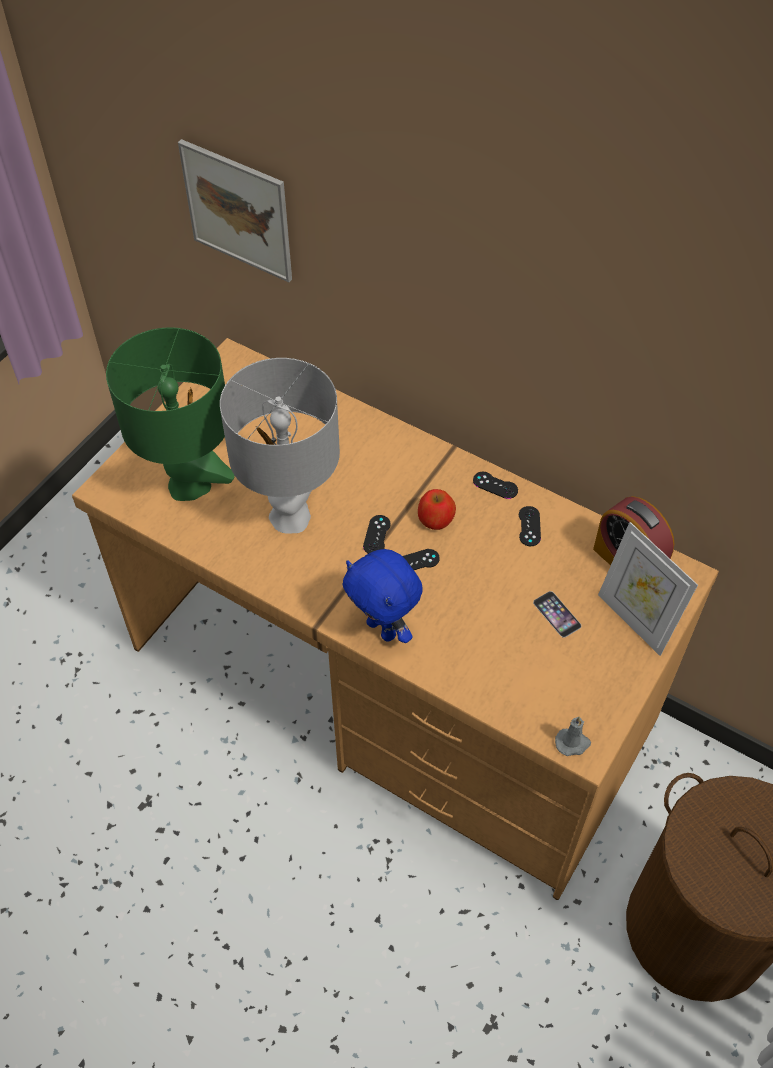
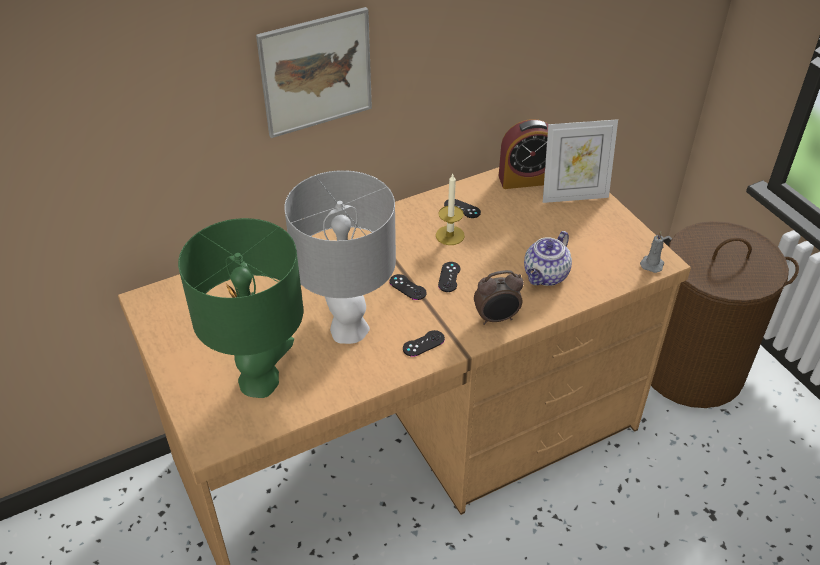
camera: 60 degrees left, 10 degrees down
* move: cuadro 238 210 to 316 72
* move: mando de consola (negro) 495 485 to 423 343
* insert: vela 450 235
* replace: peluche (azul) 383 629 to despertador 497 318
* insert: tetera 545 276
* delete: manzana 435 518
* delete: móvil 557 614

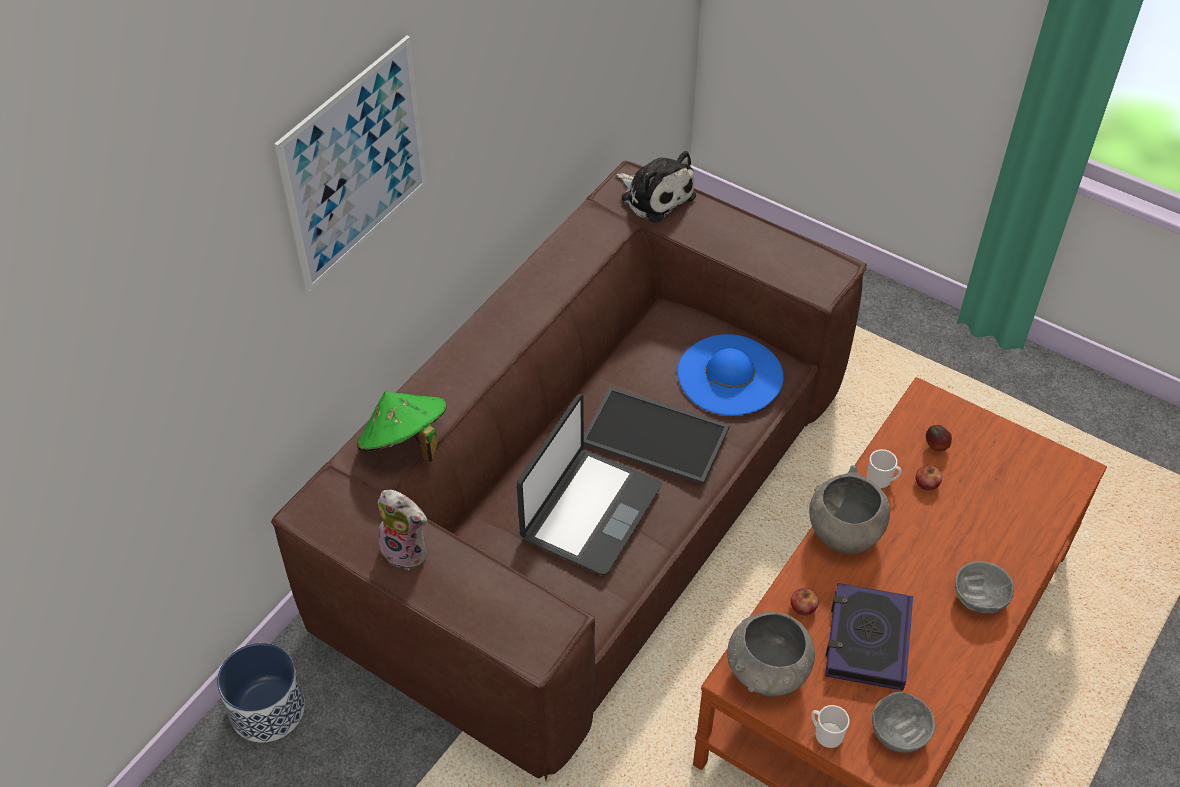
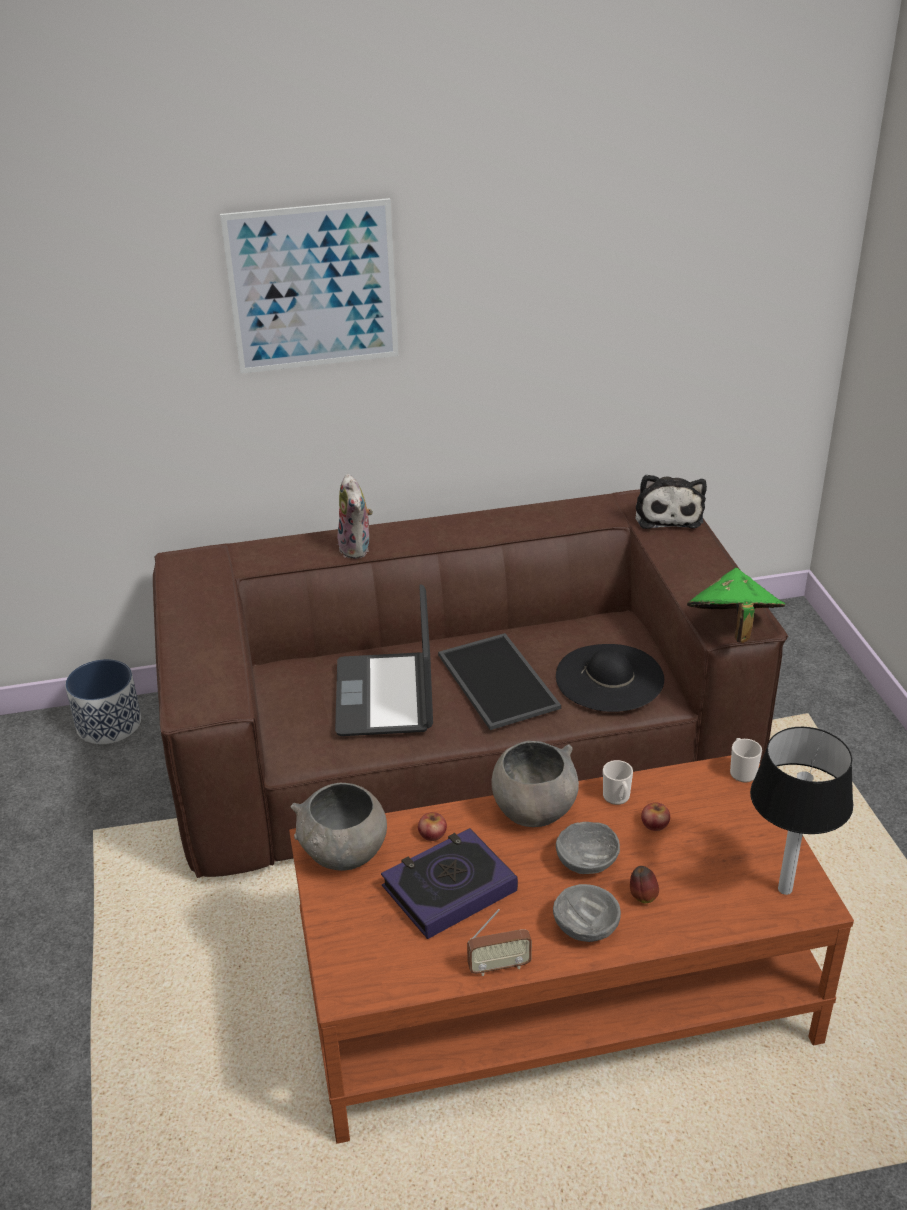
camera: 45 degrees right, 15 degrees down
* rotate: portátil 589 512 = 386 696 105 degrees clockwise
* move: peluche 407 550 to 357 548
* insert: radio 499 966
* recolor: sombrero (azul) 730 374 to sombrero (negro) 610 677
* move: cuenco (gris) 899 732 to 587 862
* move: manzana 935 447 to 642 897
* move: sombrero (verde) 405 444 to 732 629
* move: taza grande 825 734 to 741 771
* insert: lámpara de mesa 786 889

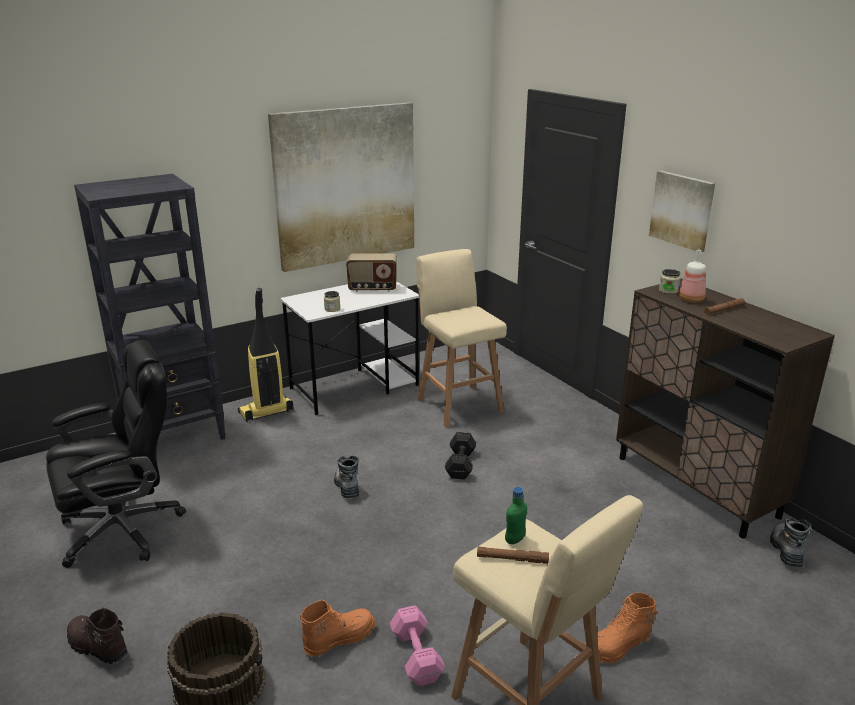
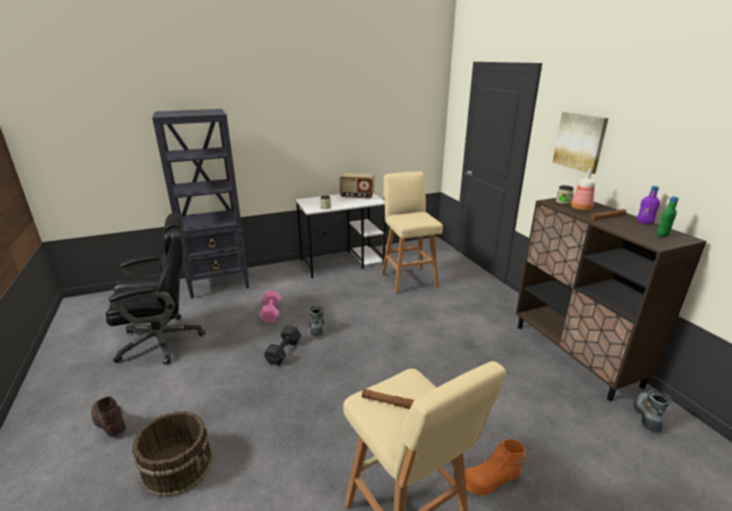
camera: 10 degrees right, 0 degrees up
* move: mancuerna (rosa) 416 657 to 270 313
* move: mancuerna (negro) 461 464 to 284 351
* insert: botella (morado) 644 222
* move: botella (verde) 515 540 to 662 236
* delete: aspiradora 266 412
* delete: cuadro 345 185
* delete: bota (naranja) 339 638

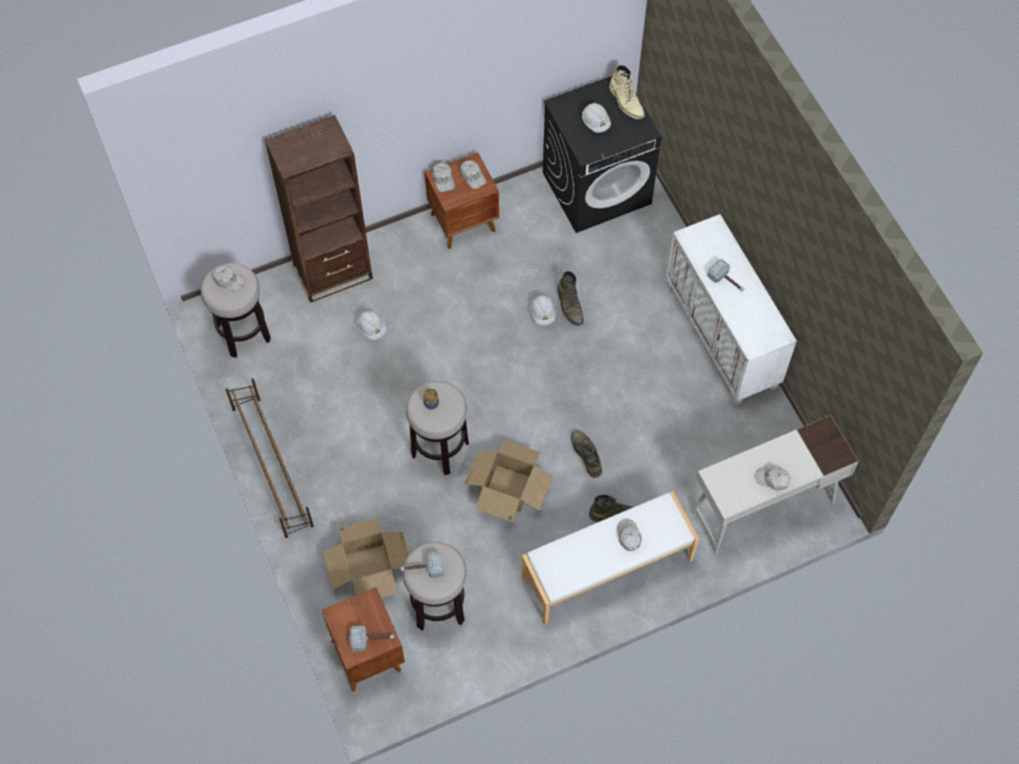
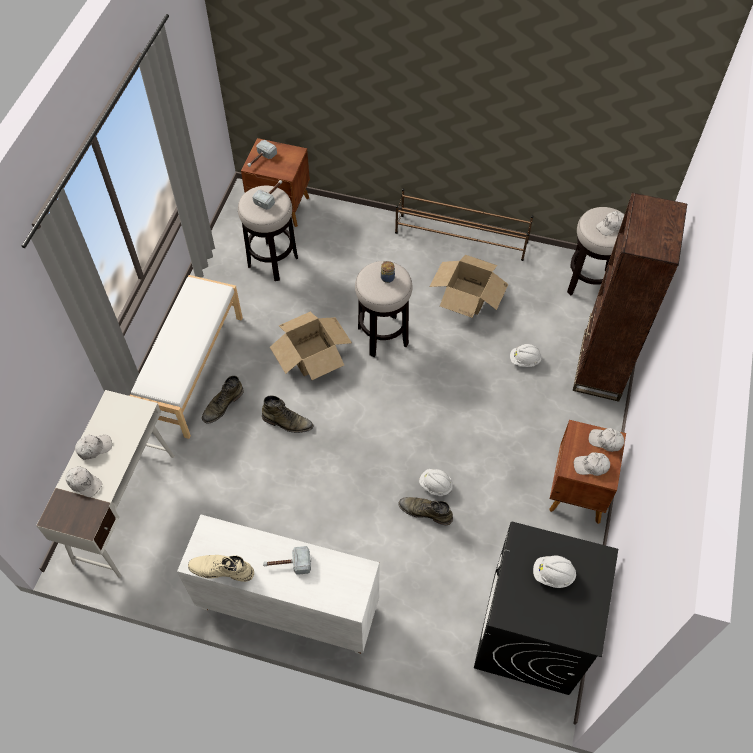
camera: 130 degrees right, 5 degrees down
* move: gorra (blanco) 628 536 to 84 483
* move: bota (beis) 626 101 to 221 570
* move: caja de cartón 369 567 to 467 296

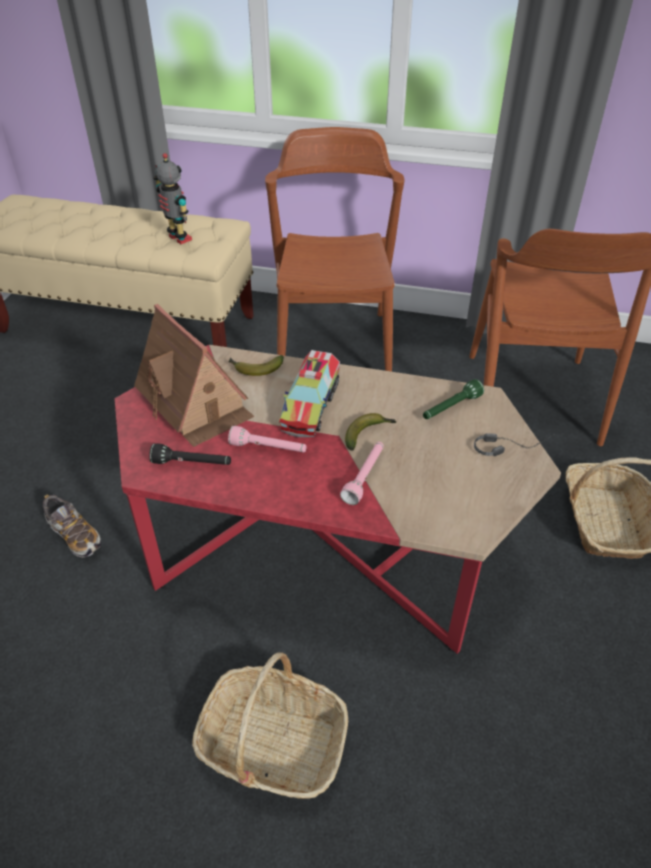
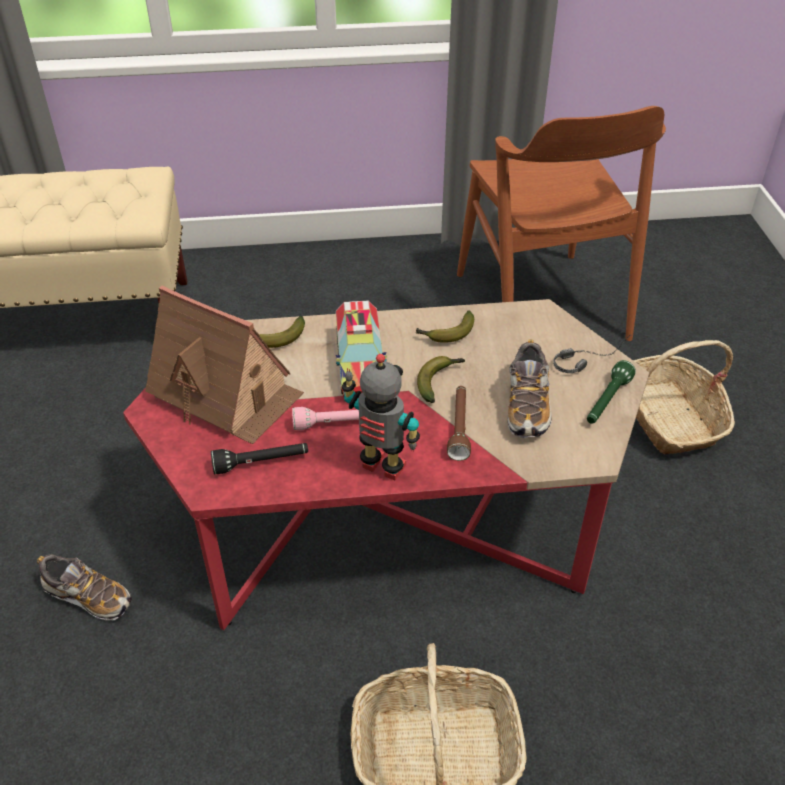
camera: 20 degrees left, 0 degrees up
* move: robot de juguete 178 239 to 382 469
* insert: plátano 446 334
* recolor: linterna (rosa) 364 477 to linterna (marrón) 459 427
* insert: zapato 527 406
* move: linterna (verde) 450 408 to 606 402
* delete: silla (marrón) 333 347

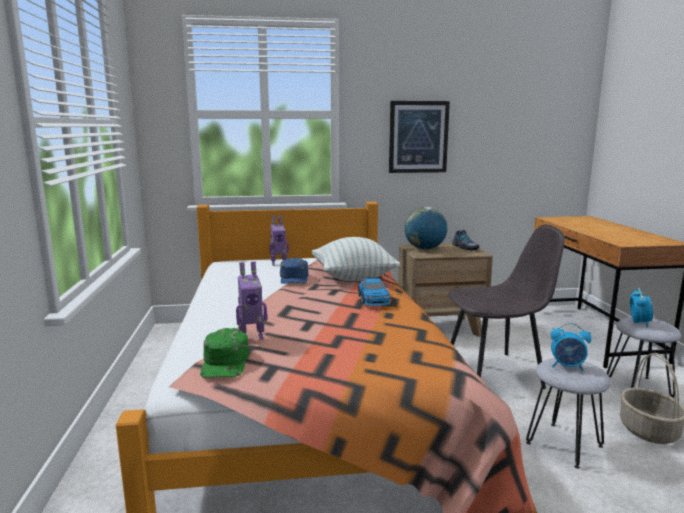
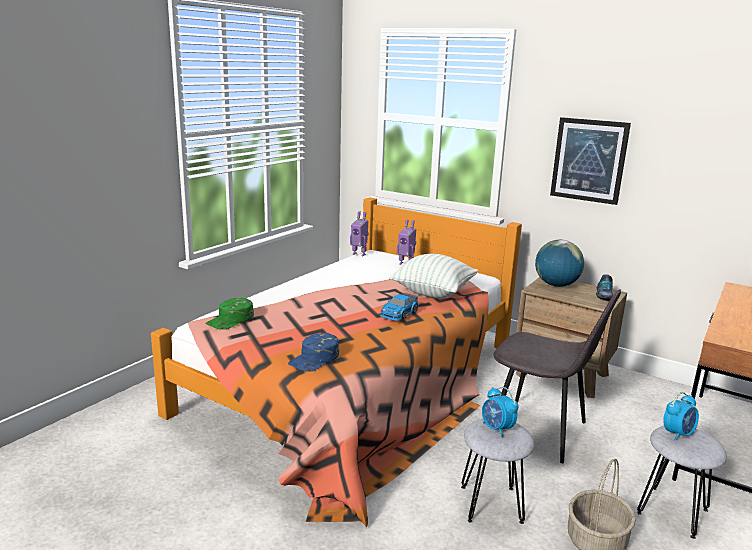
camera: 40 degrees right, 5 degrees up
* move: gorra (azul) 294 278 to 315 359
* move: robot de juguete 251 336 to 359 254

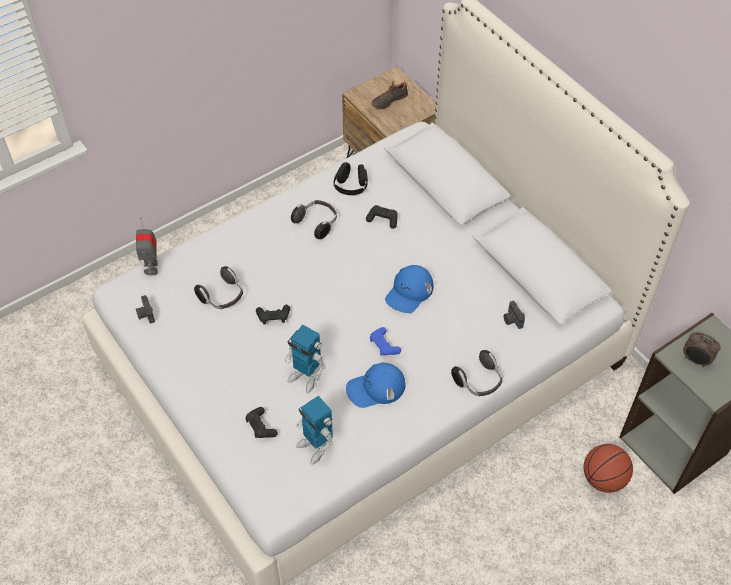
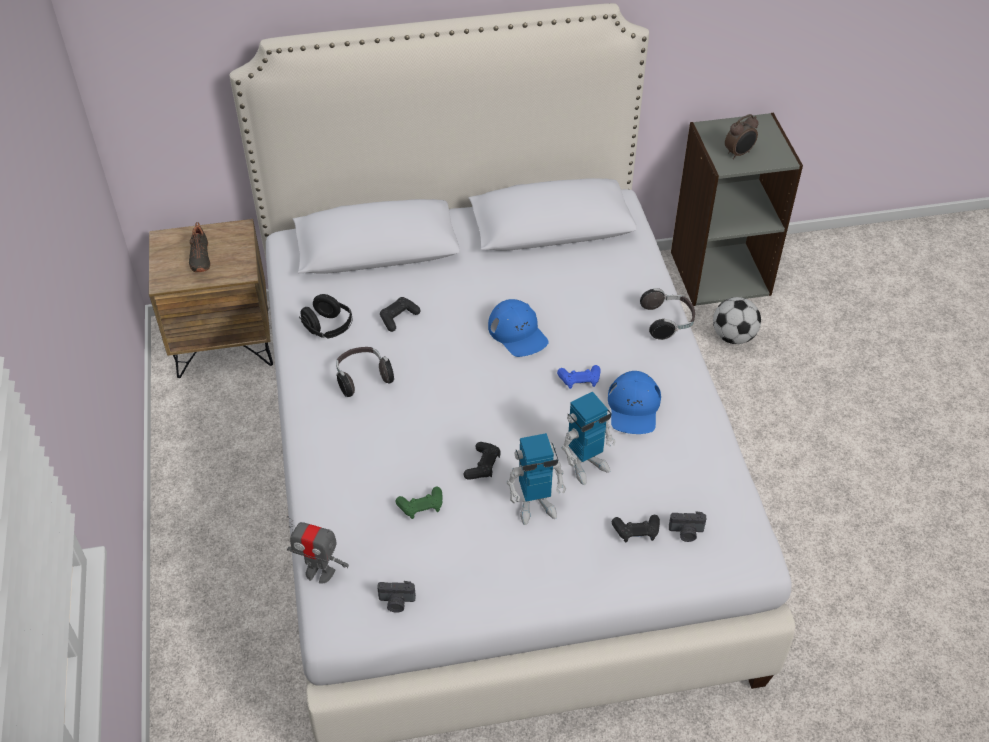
camera: 65 degrees left, 5 degrees down
* replace: auriculares 222 297 to mando de consola (verde) 421 506
* move: robot de juguete 315 447 to 535 506
* move: cámara 512 320 to 686 533
* replace: balón de baloncesto 603 478 to balón de fútbol 733 336

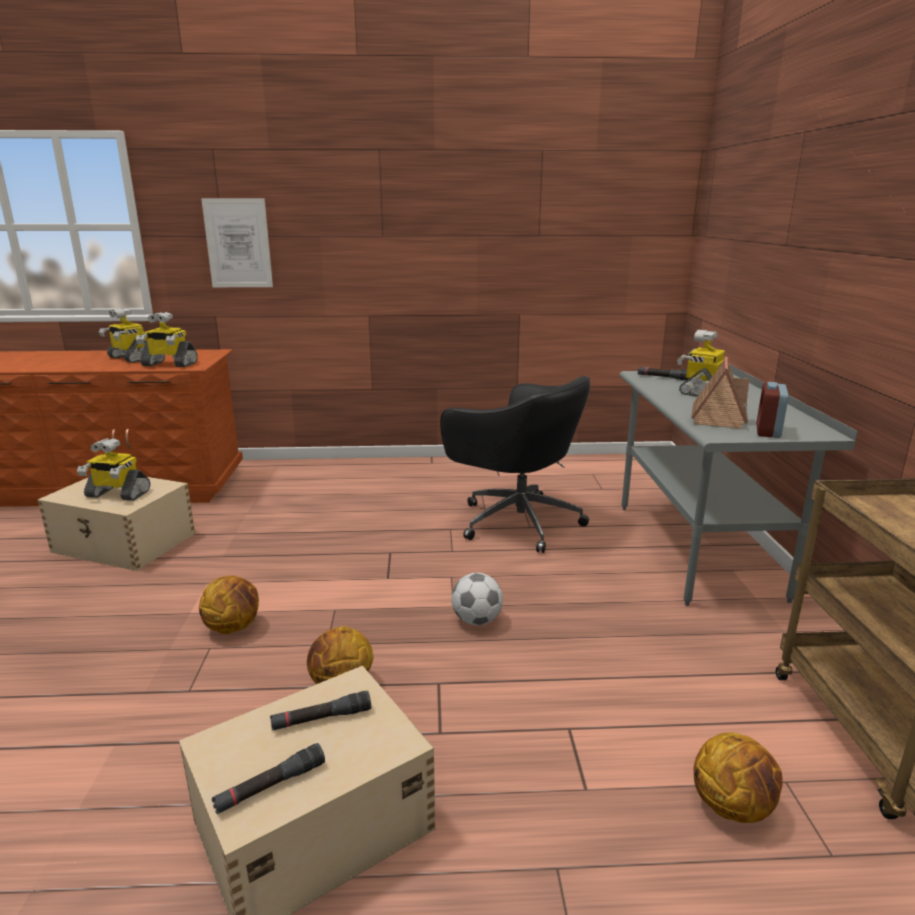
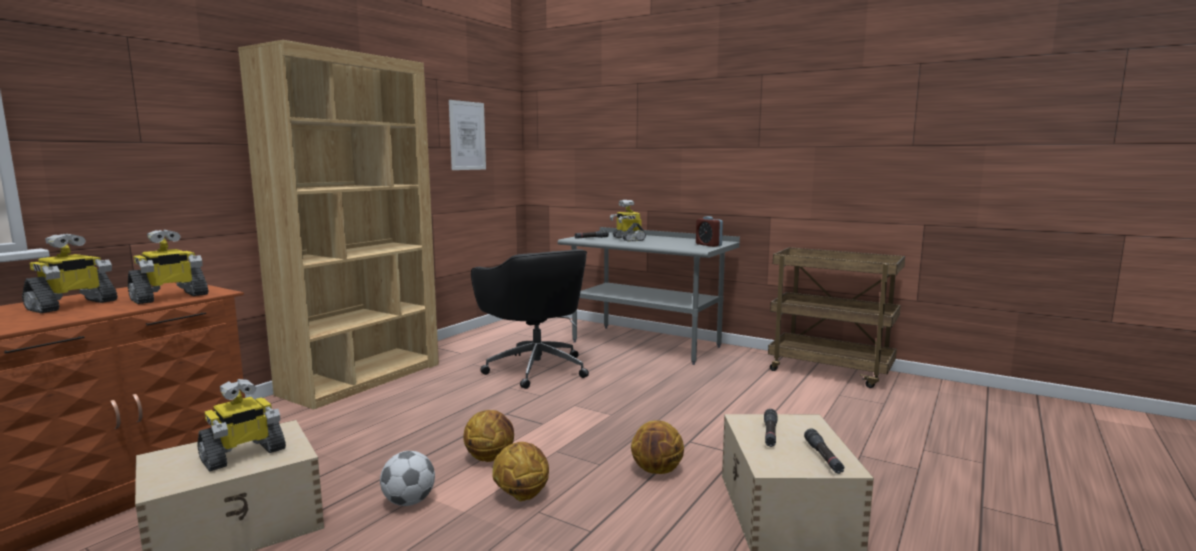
camera: 55 degrees left, 10 degrees down
* rotate: robot de juguete 130 358 = 72 305 45 degrees counterclockwise
* insert: estantería (marrón) 362 378
* move: balón de fútbol 476 620 to 409 502
* move: cuadro 238 243 to 467 136
* move: balón de baloncesto 732 806 to 490 457
* rotate: silla de oficina (negro) 516 521 = 536 368 75 degrees clockwise
* delete: casita 718 417

